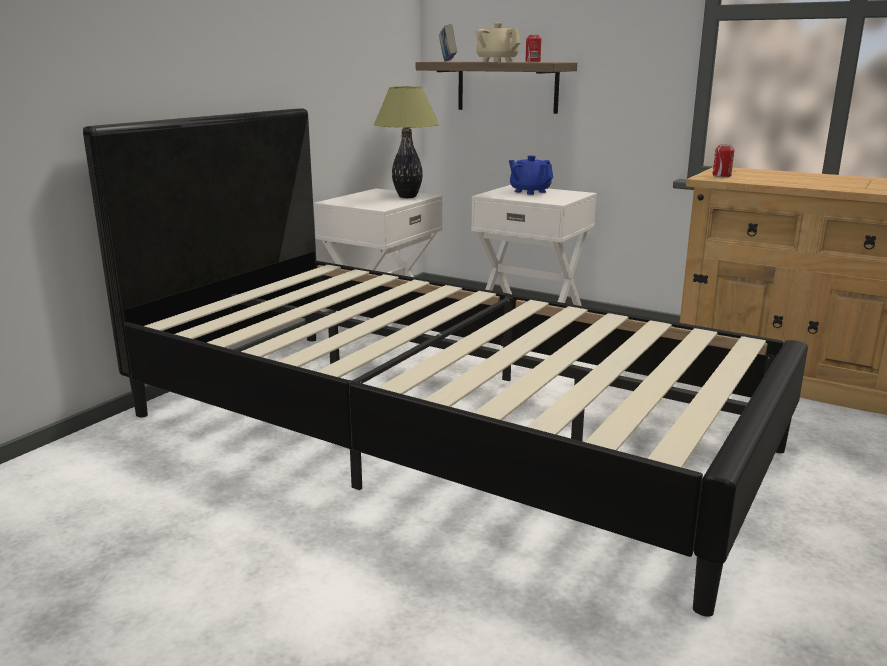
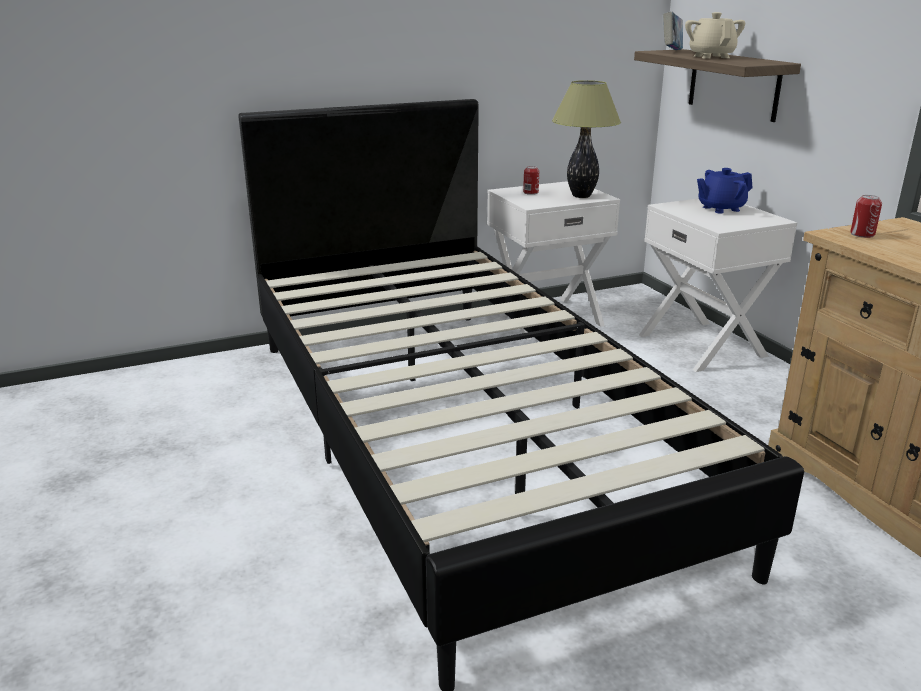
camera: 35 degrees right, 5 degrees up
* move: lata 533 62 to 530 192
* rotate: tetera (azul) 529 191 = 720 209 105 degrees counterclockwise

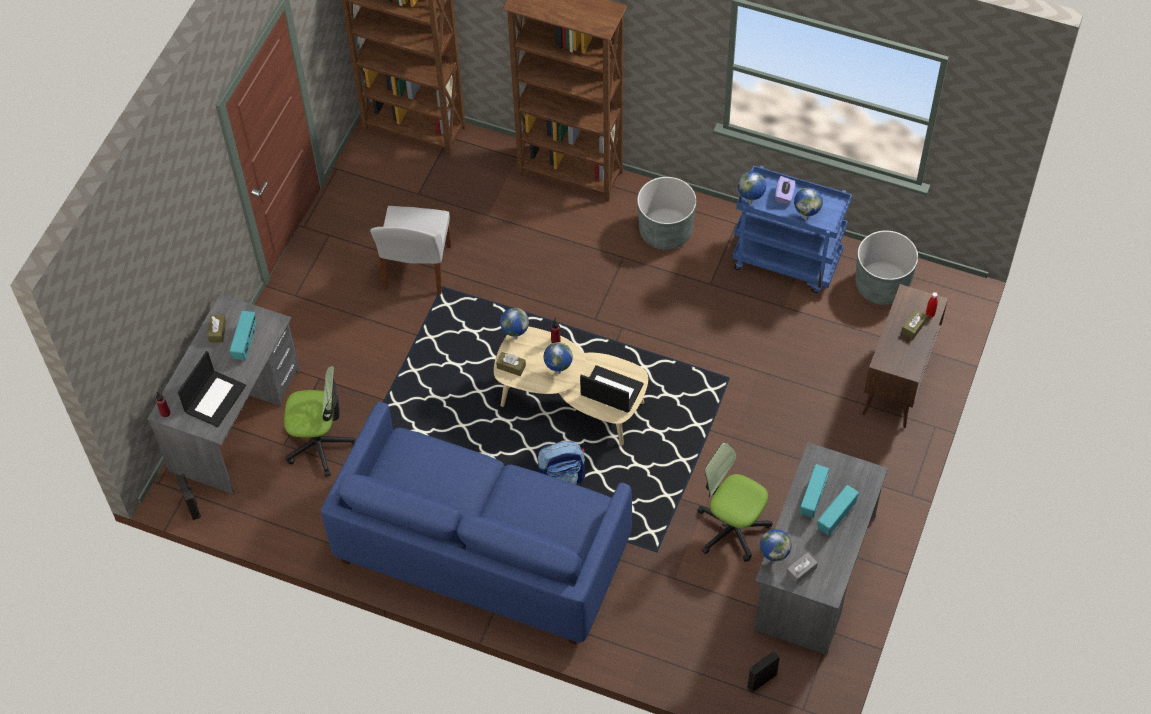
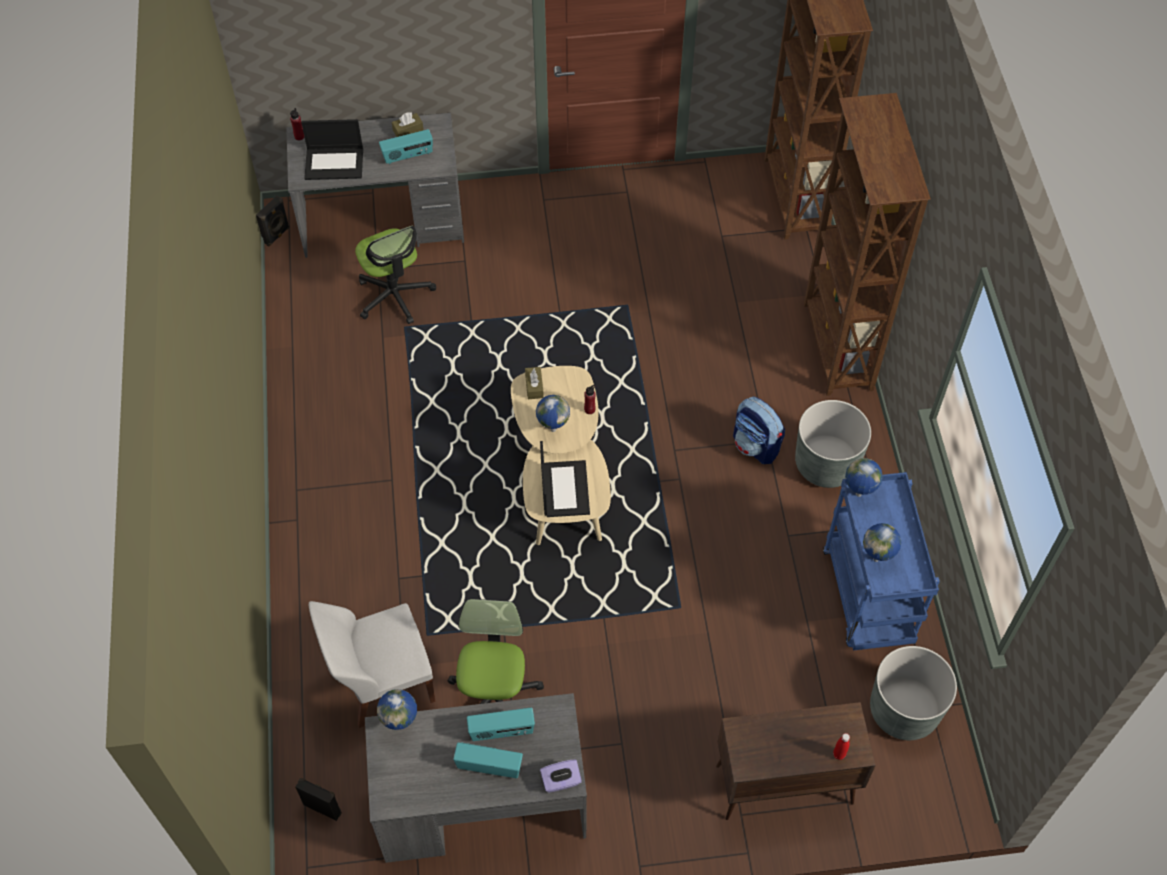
camera: 60 degrees right, 0 degrees up
* move: silla (blanco) 416 269 to 382 682
* move: caja de pañuelos (morado) 784 196 to 561 781
* move: mochila 562 478 to 756 446
* delete: sofá (azul) 482 550
* delete: globo terráqueo 515 337
* delete: caja de pañuelos (gris) 801 571
* delete: caja de pañuelos (marrón) 913 327

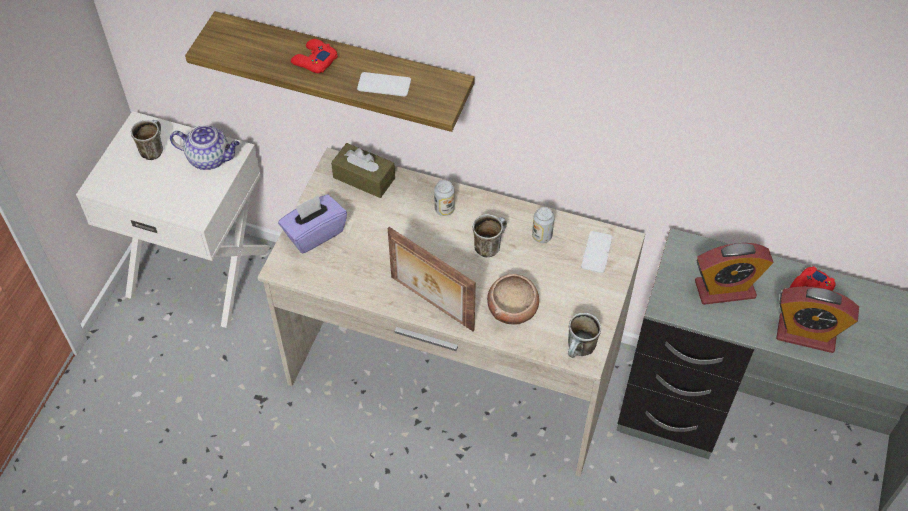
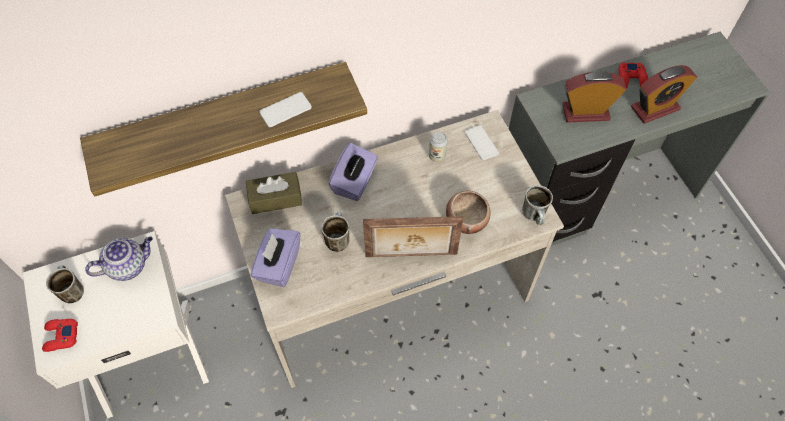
camera: 40 degrees left, 5 degrees up
* move: mando de consola (rojo) 314 60 to 60 337
* move: taza grande 489 245 to 337 239
* replace: lata 444 209 to caja de pañuelos (morado) 355 182
* rotate: despertador 725 289 = 585 112 135 degrees counterclockwise

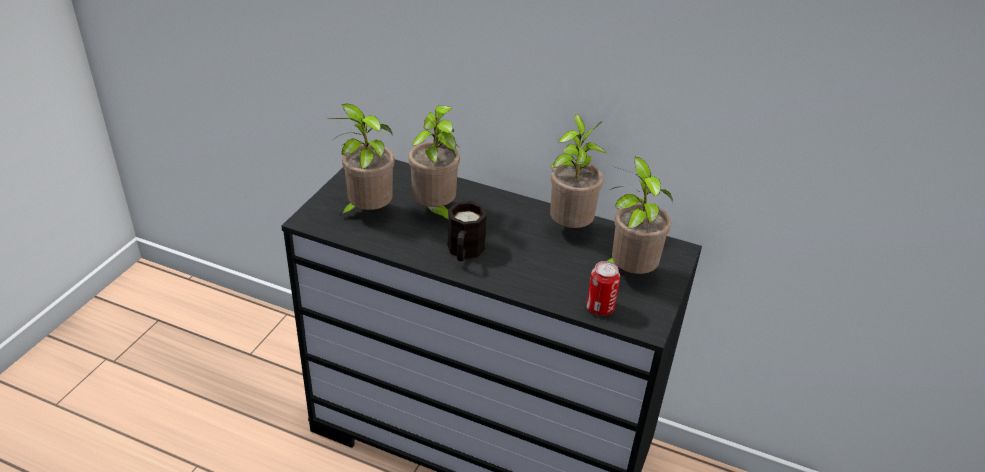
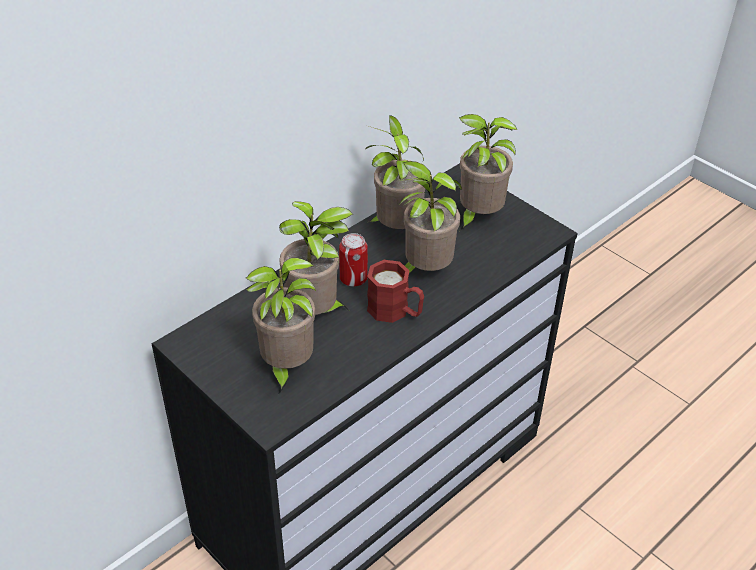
camera: 65 degrees left, 5 degrees up
* move: lata 600 308 to 353 279
* recolor: taza grande (negro) 464 252 to taza grande (rojo) 395 311
* insert: planta en maceta 424 271

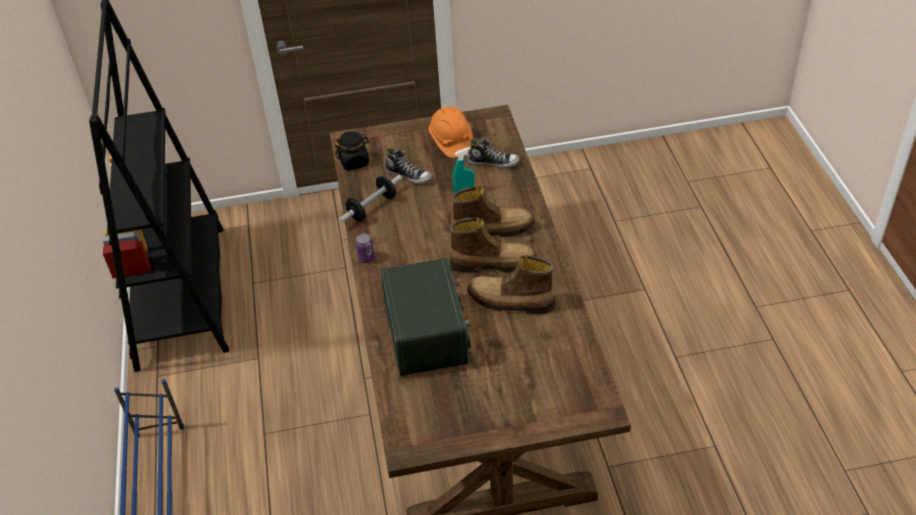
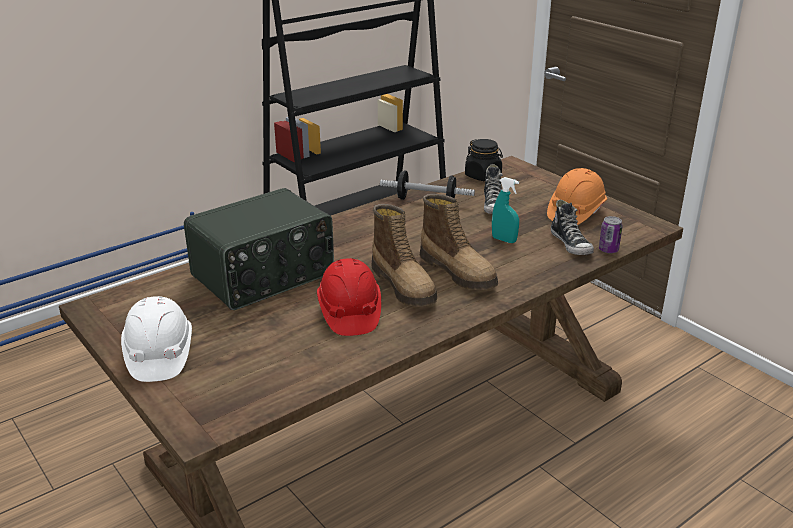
camera: 60 degrees right, 15 degrees down
* insert: casco (blanco) 159 355
* replace: bota 510 302 to casco (rojo) 349 313
* move: lata 366 258 to 608 250

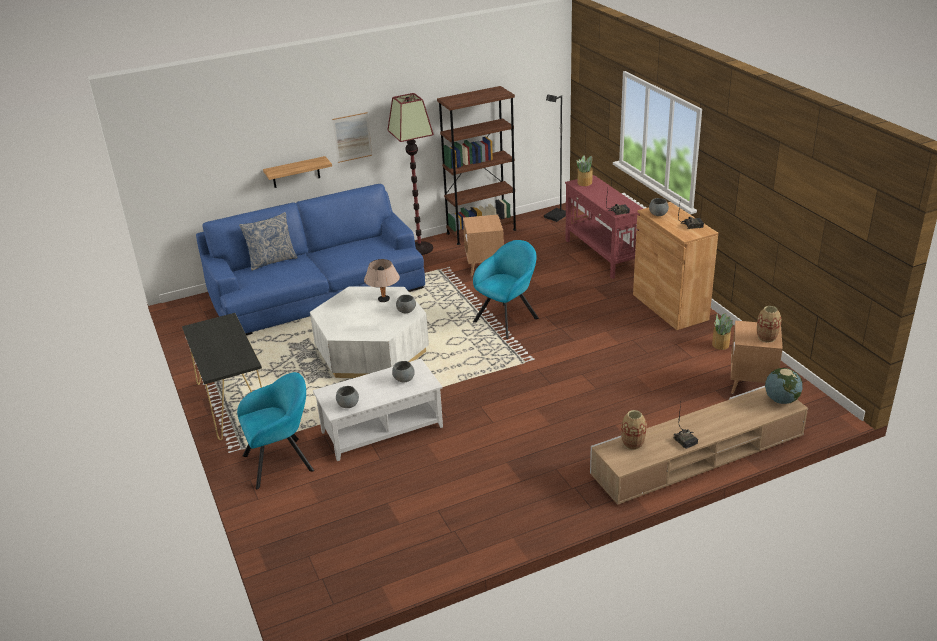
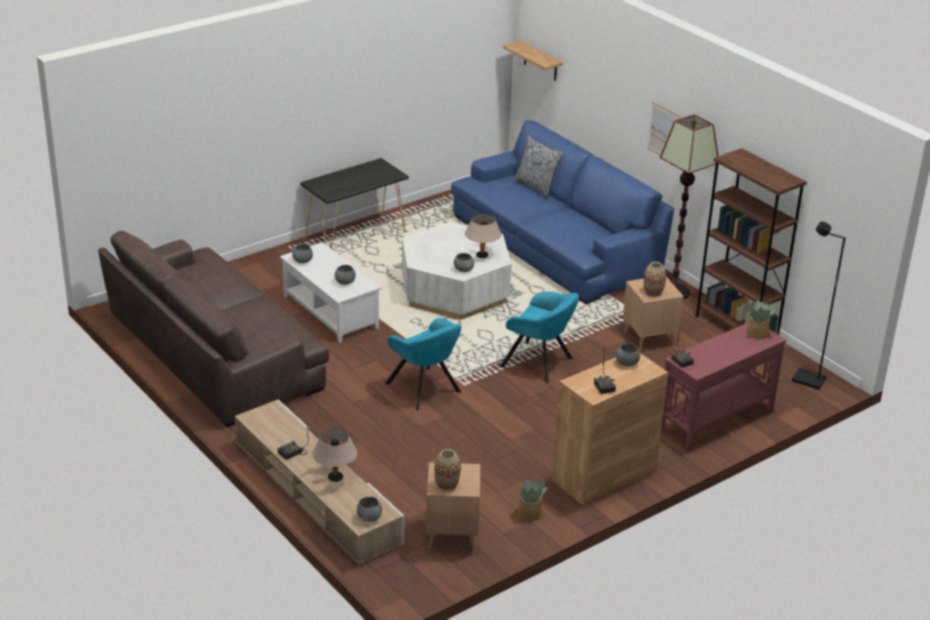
camera: 75 degrees right, 0 degrees up
* insert: sofá (marrón) 213 352
* insert: lámpara de mesa (beis) 335 477
* replace: globo terráqueo 781 400 to cuenco (gris) 369 517
* move: sillón (turquesa) 282 461 to 425 389
* move: estante 295 172 to 540 61
* move: florero 632 443 to 653 292

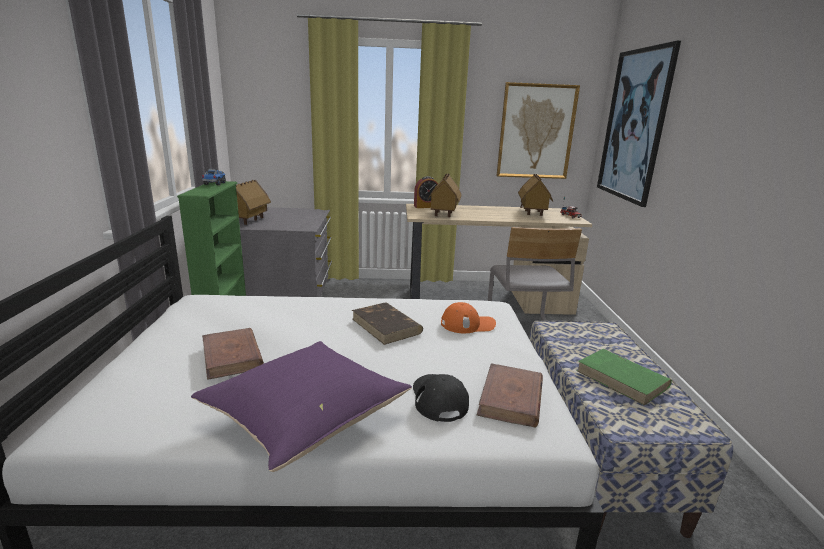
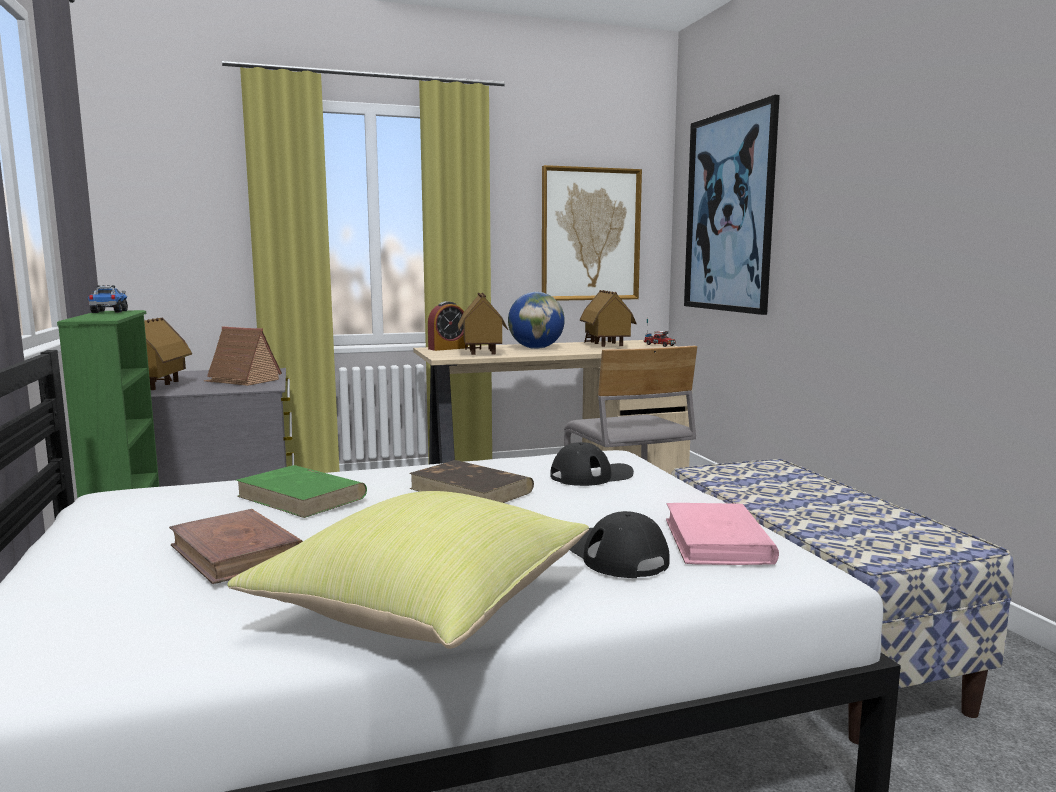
camera: 15 degrees left, 10 degrees down
* insert: casita 242 380
* recolor: cojín (morado) 305 419 to cojín (amarillo) 426 608
* move: libro (verde) 622 379 to 302 497
* insert: globo terráqueo 536 348
* recolor: gorra (naranja) 468 324 to gorra (negro) 591 475
* recolor: libro (marrón) 511 398 to libro (rosa) 717 541

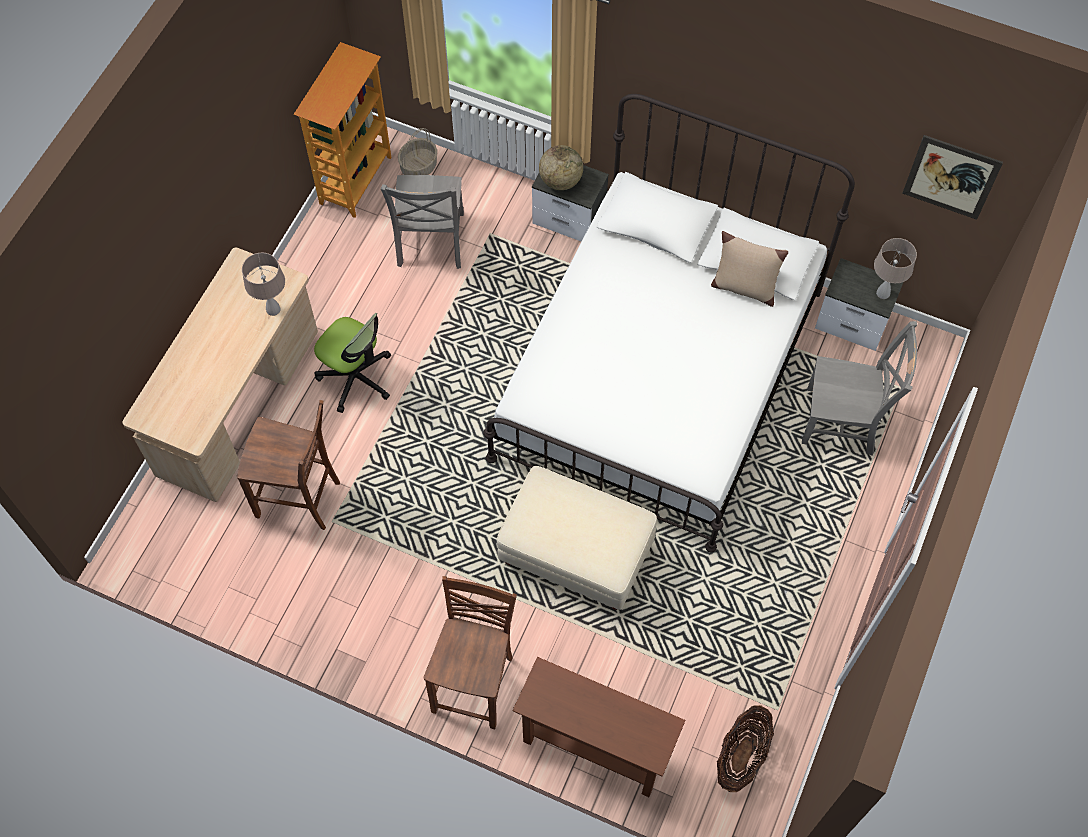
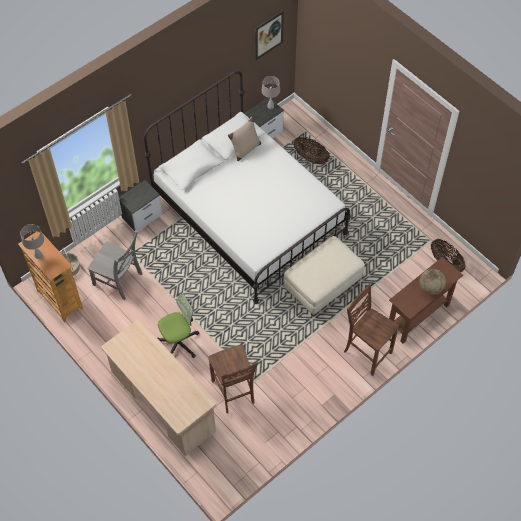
camera: 65 degrees left, 5 degrees down
* move: lámpara de mesa (beis) 273 309 to 38 255
* rotate: silla (marrón) 300 499 = 233 392 120 degrees clockwise
* replace: silla (gris) 844 422 to cesta 310 158
* move: globo terráqueo 560 180 to 430 288

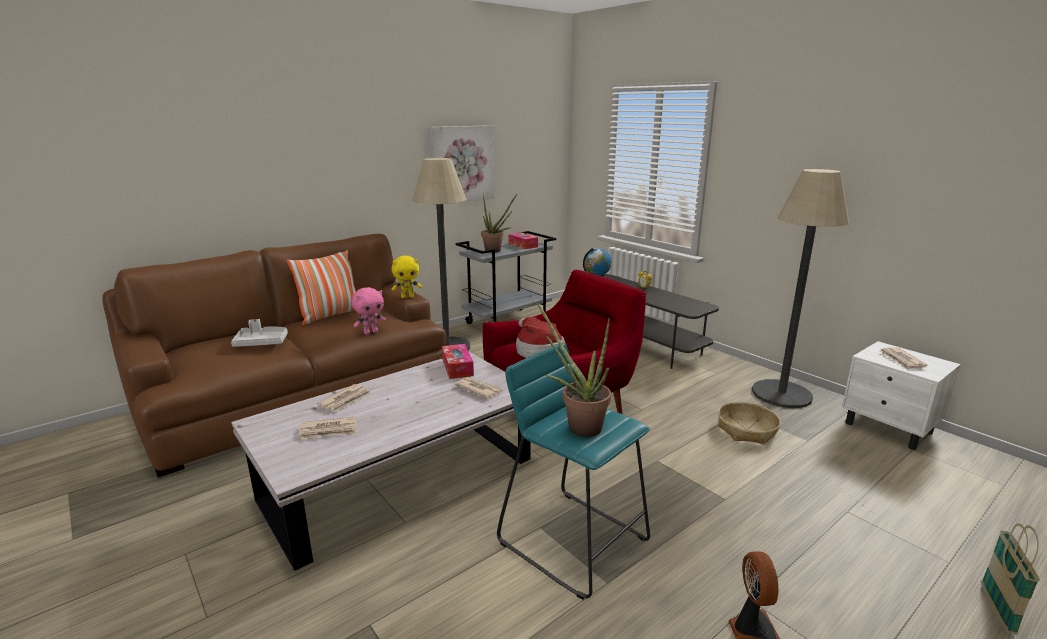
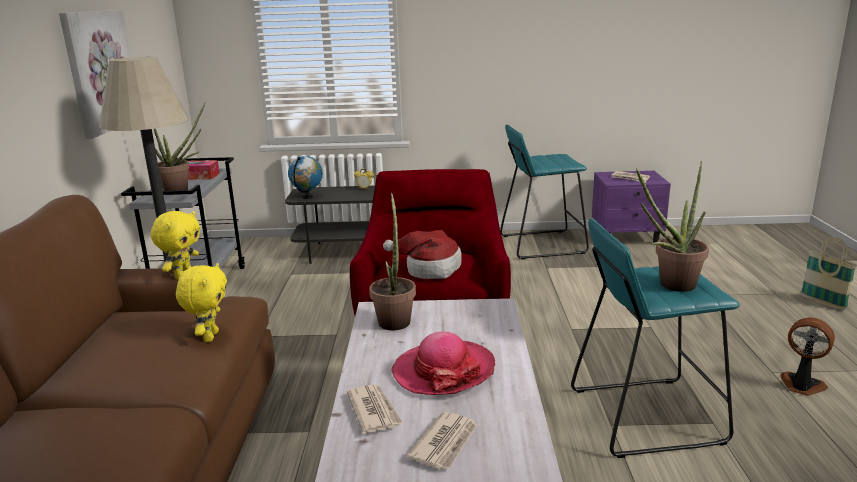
camera: 50 degrees left, 0 degrees up
* recolor: peluche (rosa) 371 332 to peluche (amarillo) 209 337
* replace: caja de pañuelos 457 367 to planta en maceta 394 319
* insert: sombrero 444 371
* replace: lámpara de pie 781 394 to taburete (turquesa) 542 244
* recolor: mesita de noche (blanco) 889 428 to mesita de noche (morado) 627 237
* delete: bandeja (gris) 261 342
* delete: cojín 330 315
* delete: periódico 478 389
* delete: cesta 746 430

